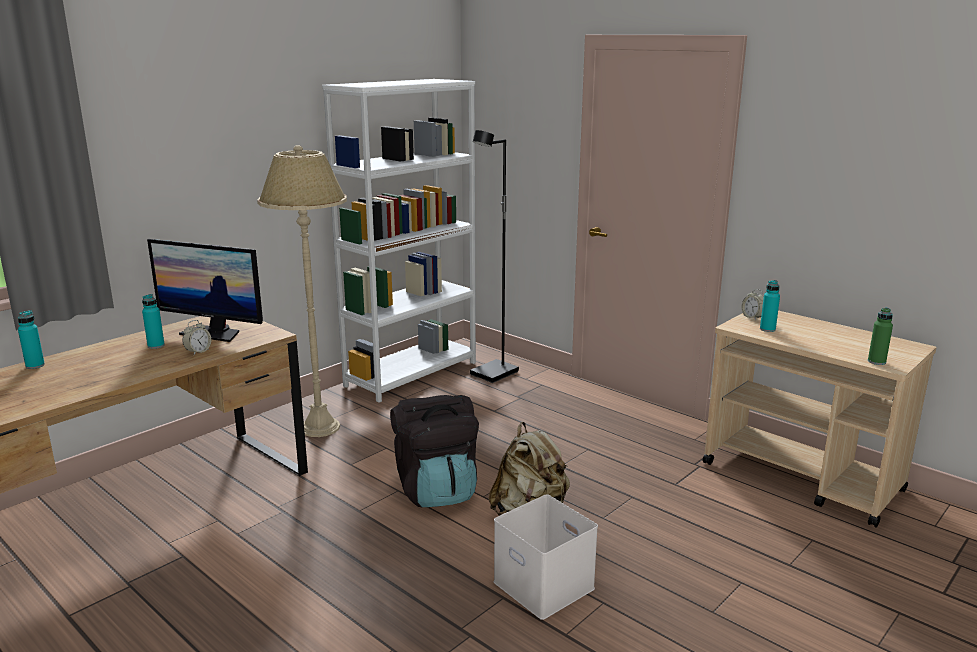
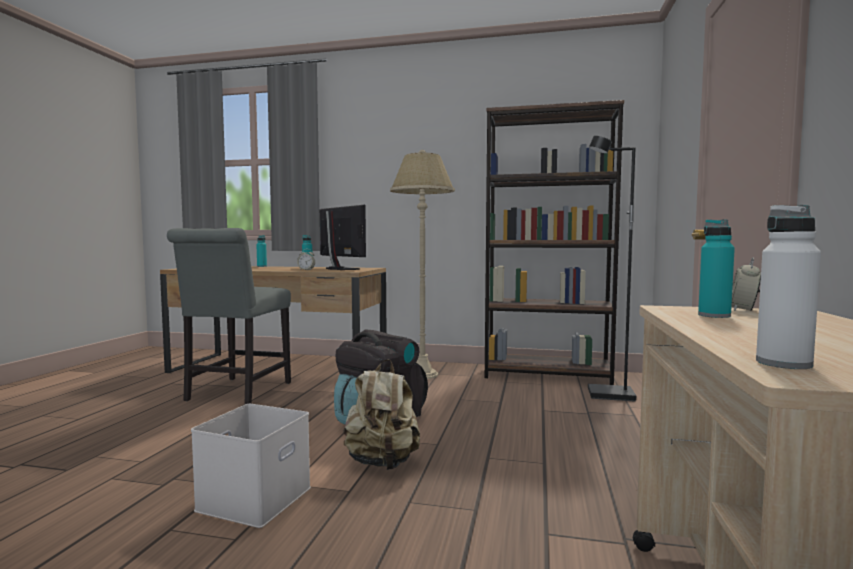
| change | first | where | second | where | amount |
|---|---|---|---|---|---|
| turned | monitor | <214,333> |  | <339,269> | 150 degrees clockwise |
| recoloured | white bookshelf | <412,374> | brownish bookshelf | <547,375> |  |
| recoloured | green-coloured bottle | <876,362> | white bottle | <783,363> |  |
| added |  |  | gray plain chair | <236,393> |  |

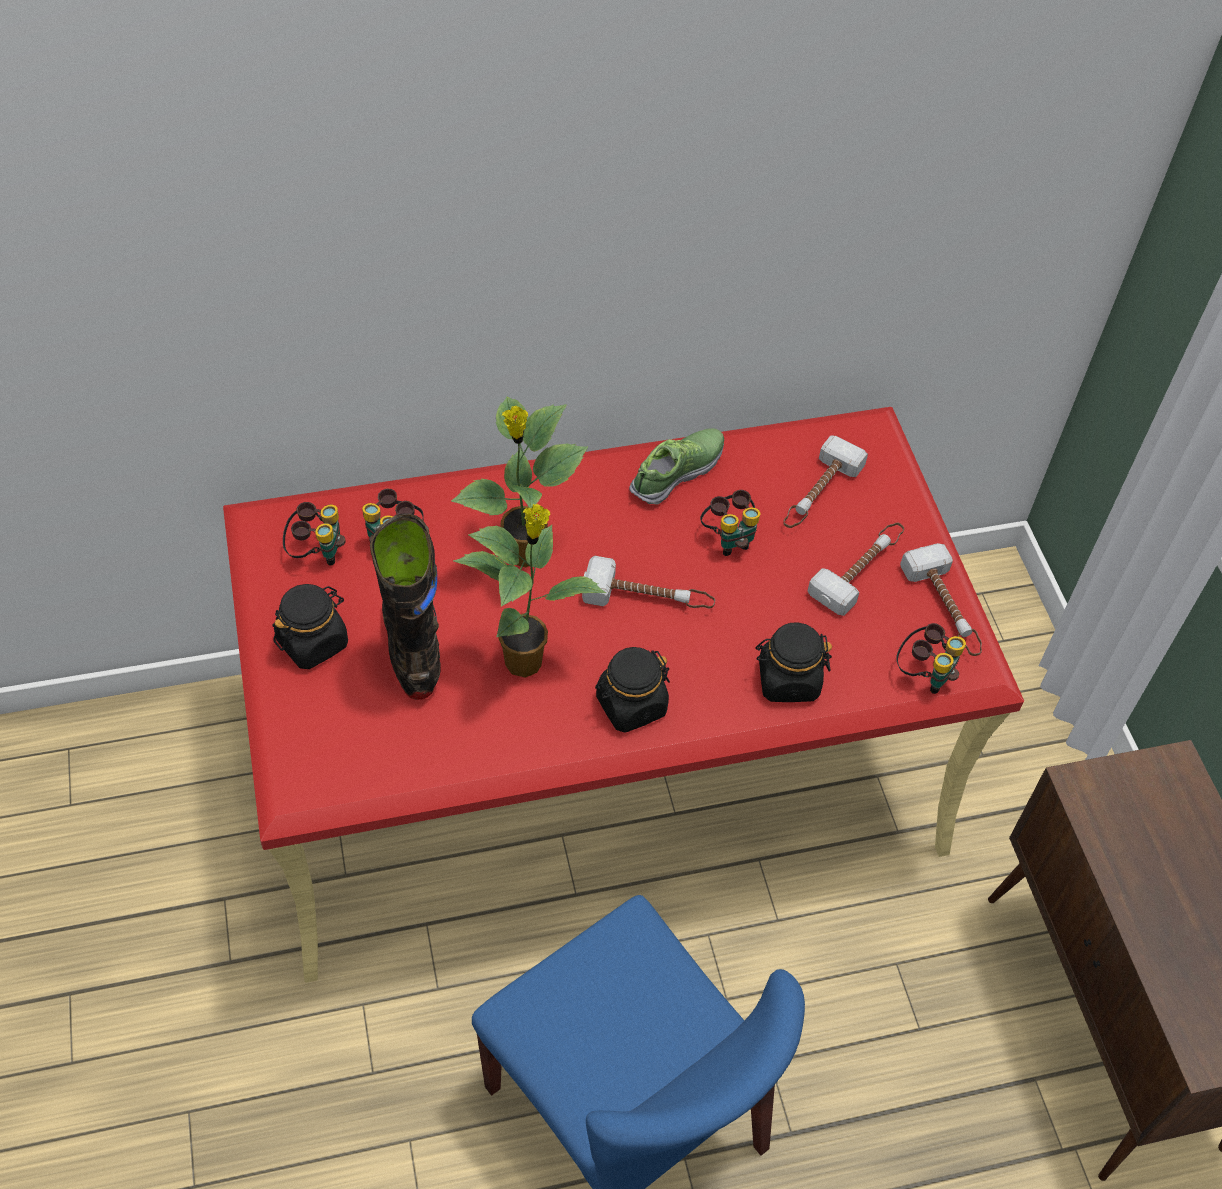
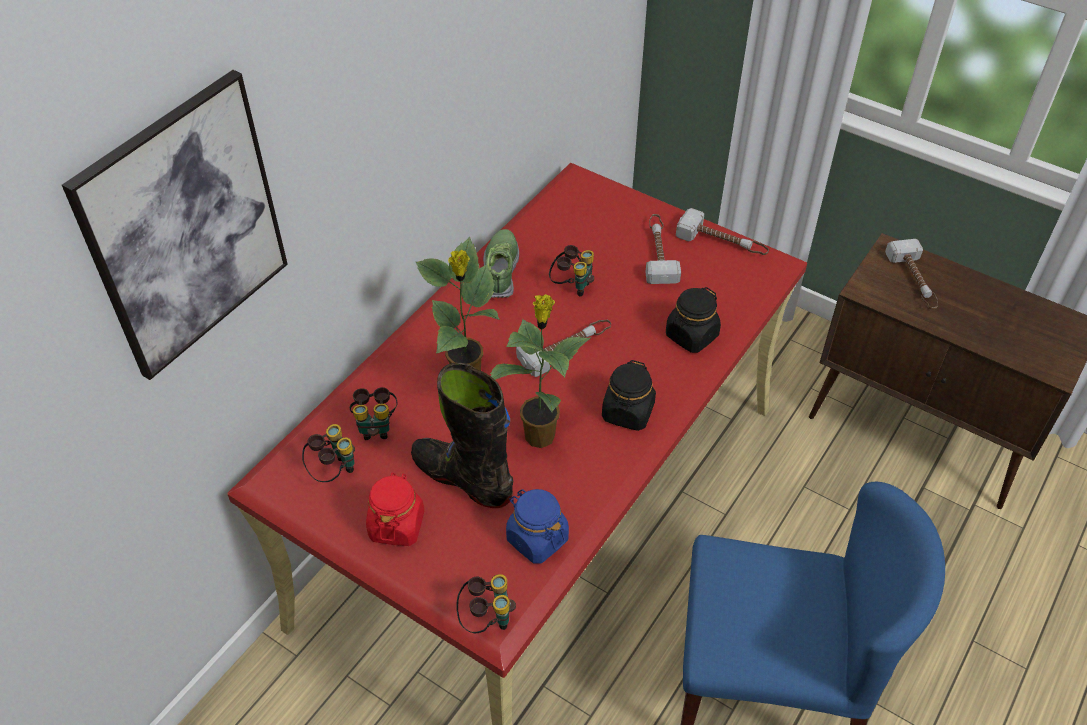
| change | first | where | second | where | amount |
|---|---|---|---|---|---|
| recoloured | black-coloured jar | <313,642> | red jar | <397,525> |  |
| moved | hand hammer | <817,493> |  | <915,281> |  |
| moved | field glasses | <924,674> |  | <487,619> |  |
| added |  |  | wall picture | <185,227> |  |
| added |  |  | blue jar | <537,539> |  |

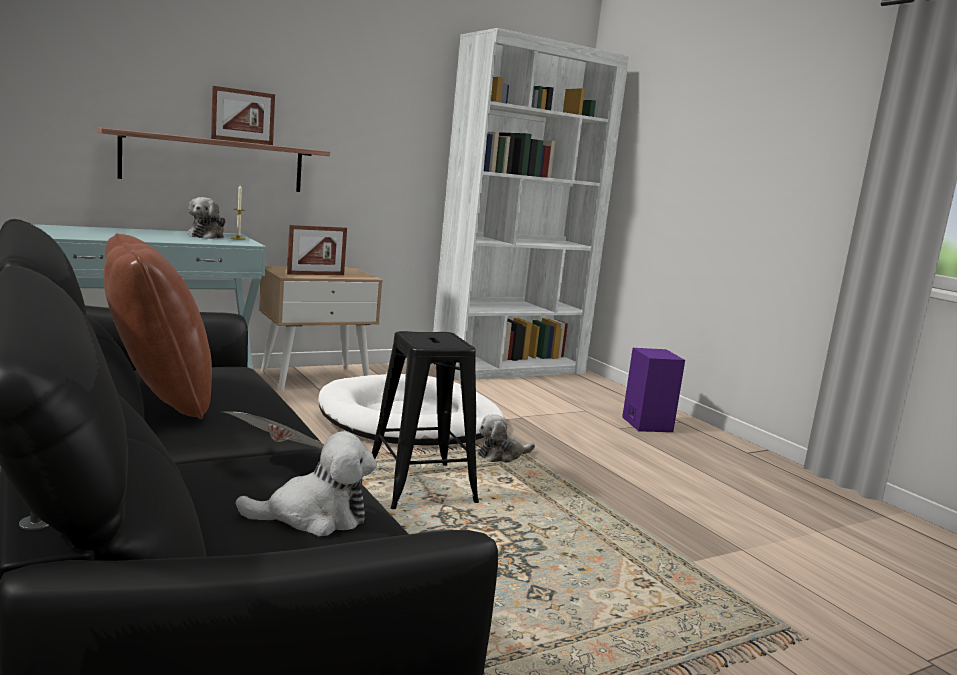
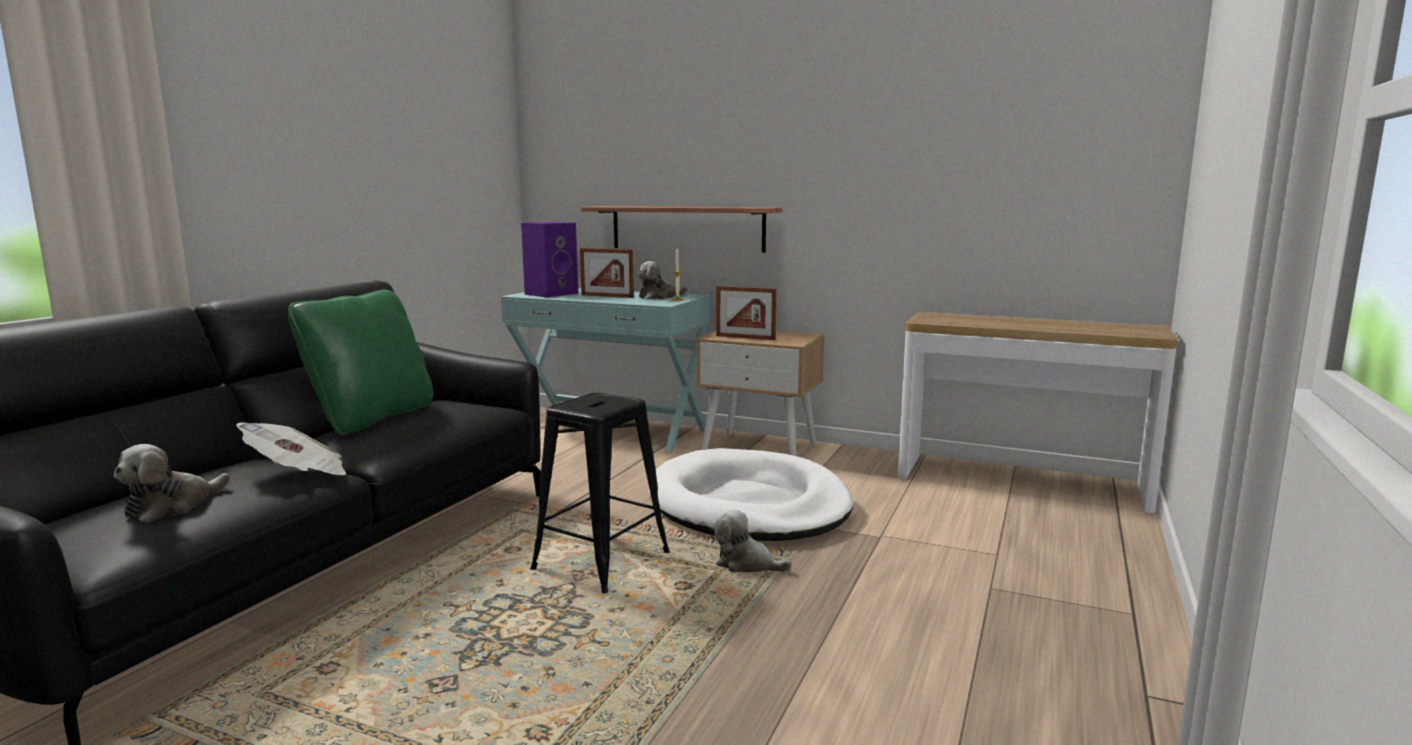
| change | first | where | second | where | amount |
|---|---|---|---|---|---|
| recoloured | brownish cushion | <156,398> | green-coloured cushion | <371,418> |  |
| moved | standing frame | <242,142> |  | <607,296> |  |
| turned | soft toy | <314,517> |  | <172,506> | 75 degrees clockwise |
| replaced | white bookshelf | <509,368> | hall table | <1020,482> |  |
| moved | purple speaker | <645,424> |  | <551,294> |  |

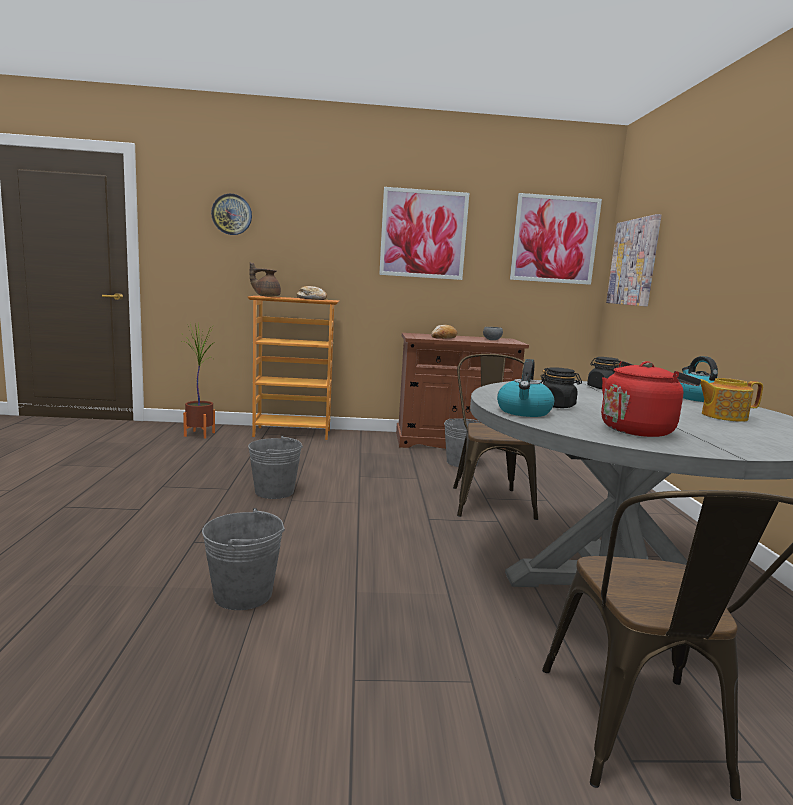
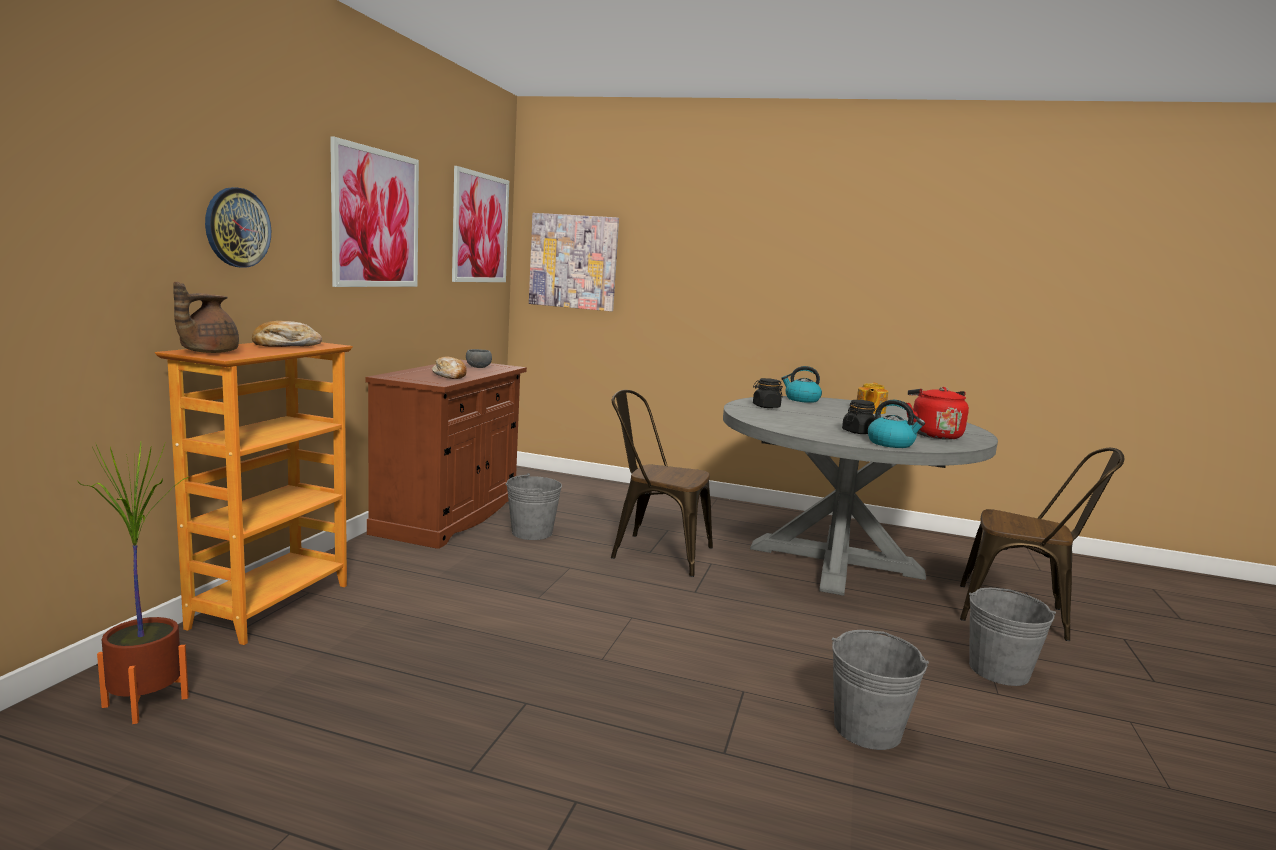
| change | first | where | second | where | amount |
|---|---|---|---|---|---|
| moved | wall clock | <232,214> |  | <237,227> |  |
| moved | gray bucket | <274,491> |  | <998,670> |  |

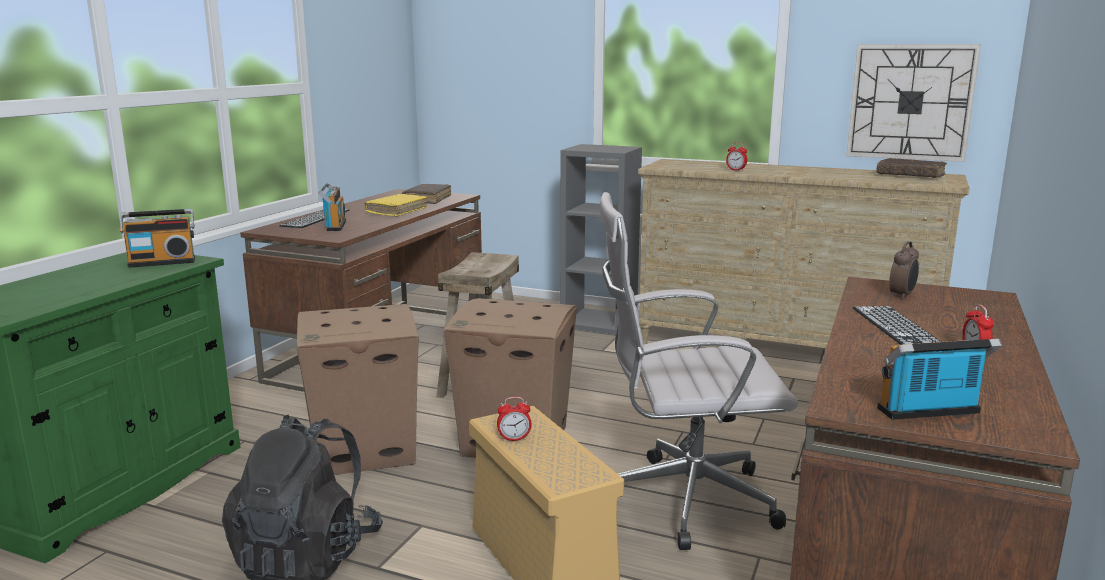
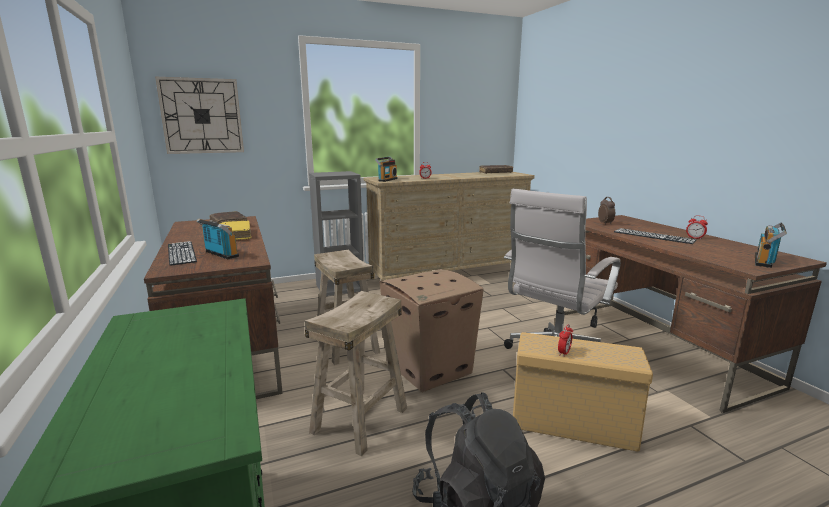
| change | first | where | second | where | amount |
|---|---|---|---|---|---|
| moved | radio receiver | <162,262> |  | <387,180> |  |
| replaced | cardboard box | <366,449> | beige-coloured stool | <360,419> |  |
| moved | wall clock | <910,102> |  | <202,116> |  |

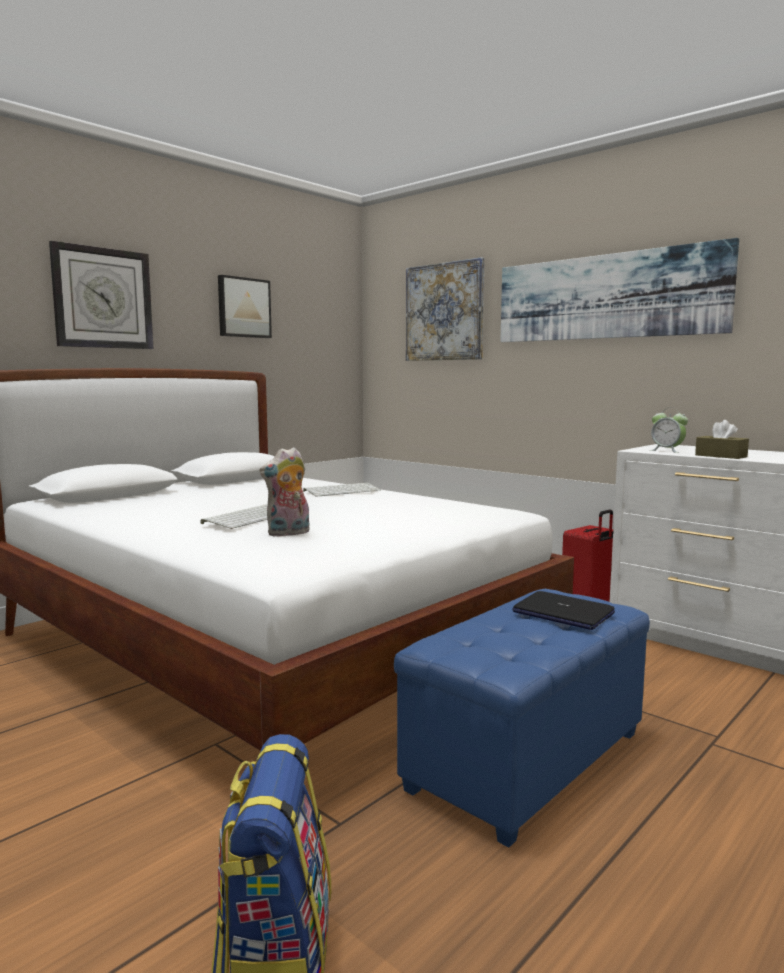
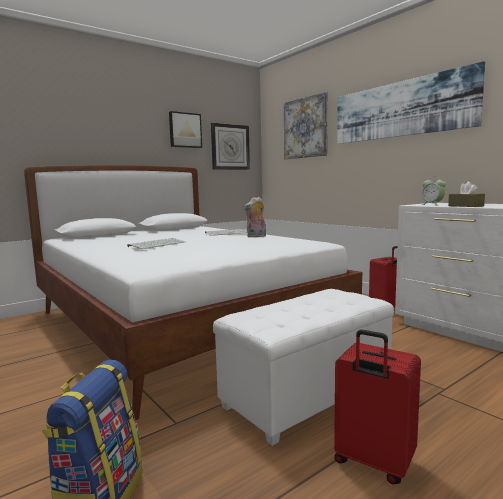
| change | first | where | second | where | amount |
|---|---|---|---|---|---|
| moved | wall clock | <103,298> |  | <230,147> |  |
| moved | soft toy | <288,533> |  | <256,236> |  |
| recoloured | blue footrest | <525,761> | white footrest | <306,396> |  |
| removed | notebook computer | <562,613> |  |  |  |
| added |  |  | red suitcase | <373,463> |  |

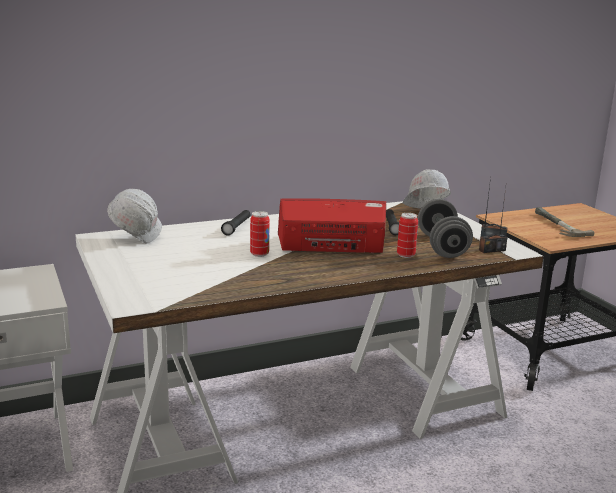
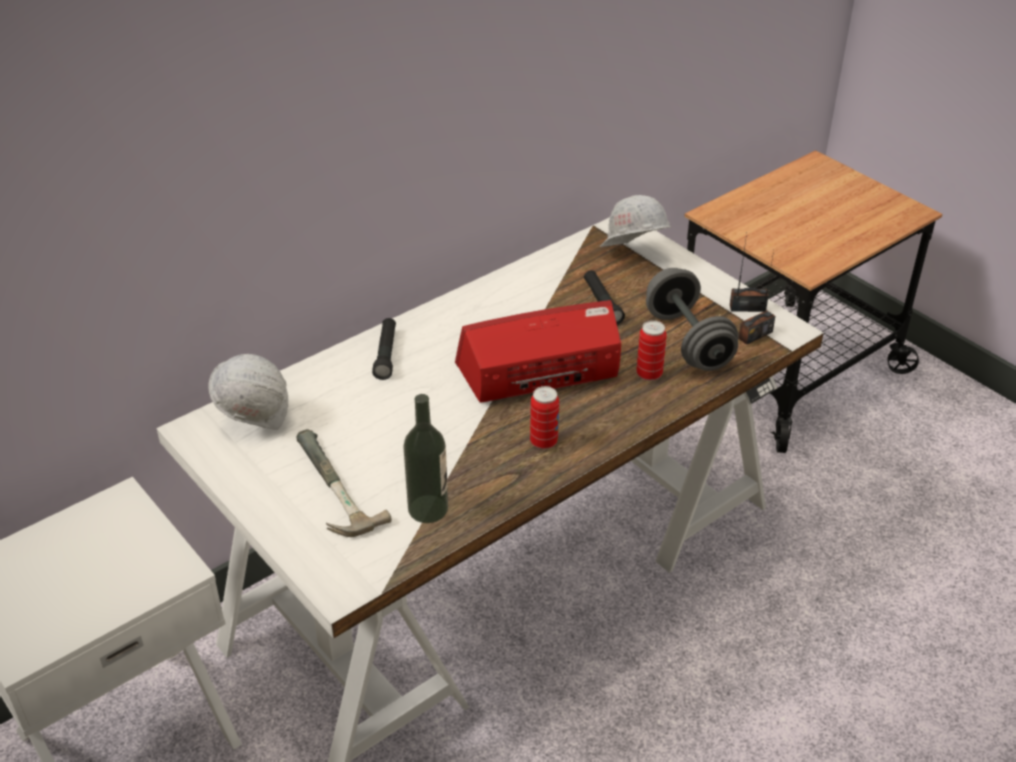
| change | first | where | second | where | amount |
|---|---|---|---|---|---|
| moved | sealed can | <259,254> |  | <543,442> |  |
| moved | hand hammer | <555,225> |  | <327,489> |  |
| added |  |  | bottle | <428,509> |  |

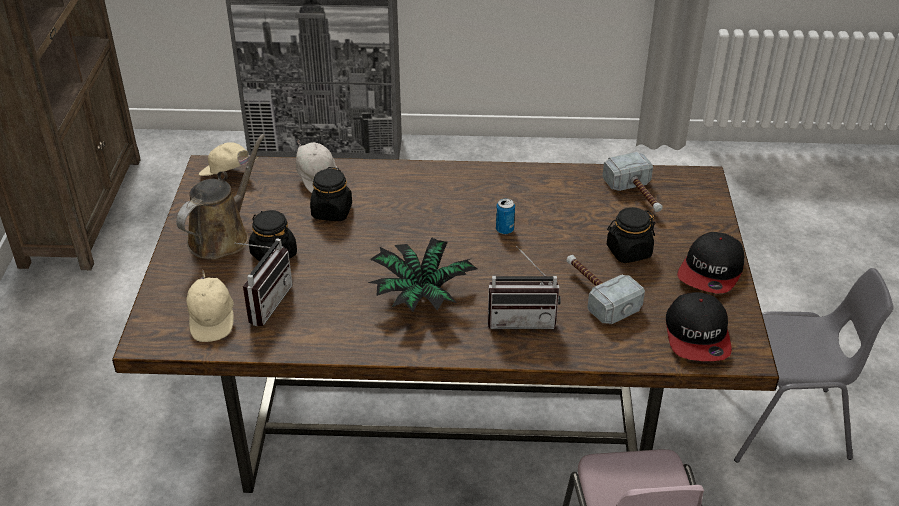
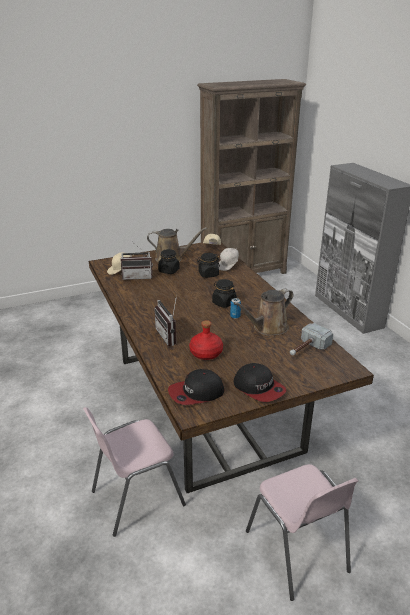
| change | first | where | second | where | amount |
|---|---|---|---|---|---|
| removed | plant in a pot | <421,295> |  |  |  |
| replaced | hand hammer | <596,293> | red bottle | <206,353> |  |
| moved | black-coloured jar | <628,251> |  | <224,303> |  |
| turned | baseball cap | <711,271> |  | <259,388> | 135 degrees counterclockwise |
| recoloured | gray plain chair | <784,424> | pink-coloured plain chair | <297,552> |  |
| added |  |  | brownish watering pot | <267,328> |  |

